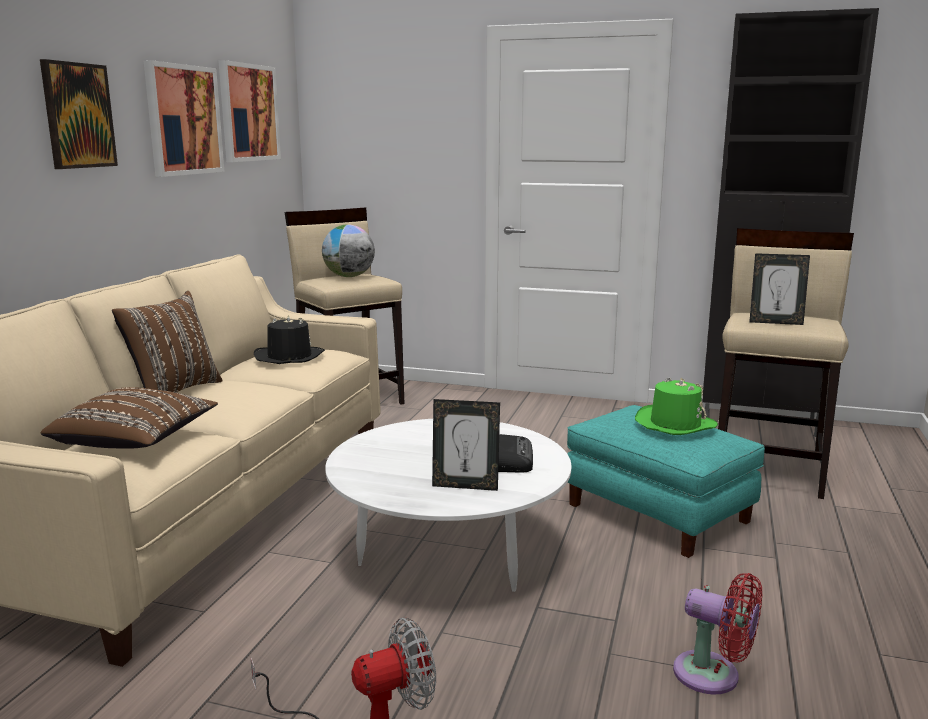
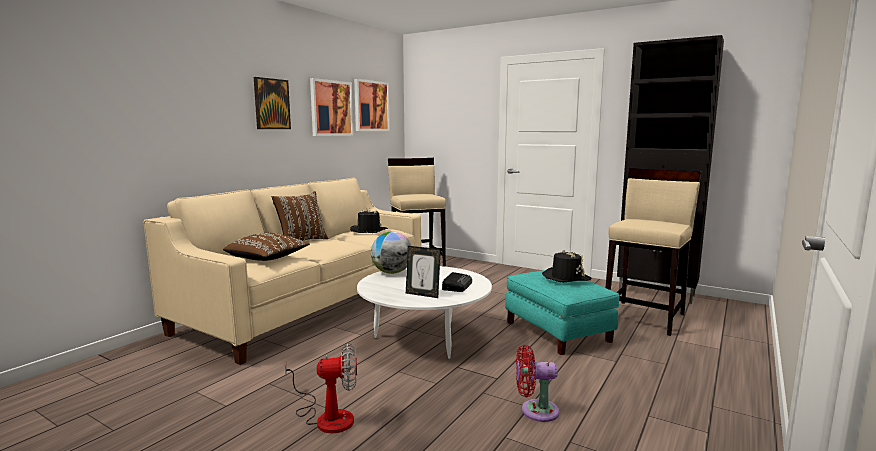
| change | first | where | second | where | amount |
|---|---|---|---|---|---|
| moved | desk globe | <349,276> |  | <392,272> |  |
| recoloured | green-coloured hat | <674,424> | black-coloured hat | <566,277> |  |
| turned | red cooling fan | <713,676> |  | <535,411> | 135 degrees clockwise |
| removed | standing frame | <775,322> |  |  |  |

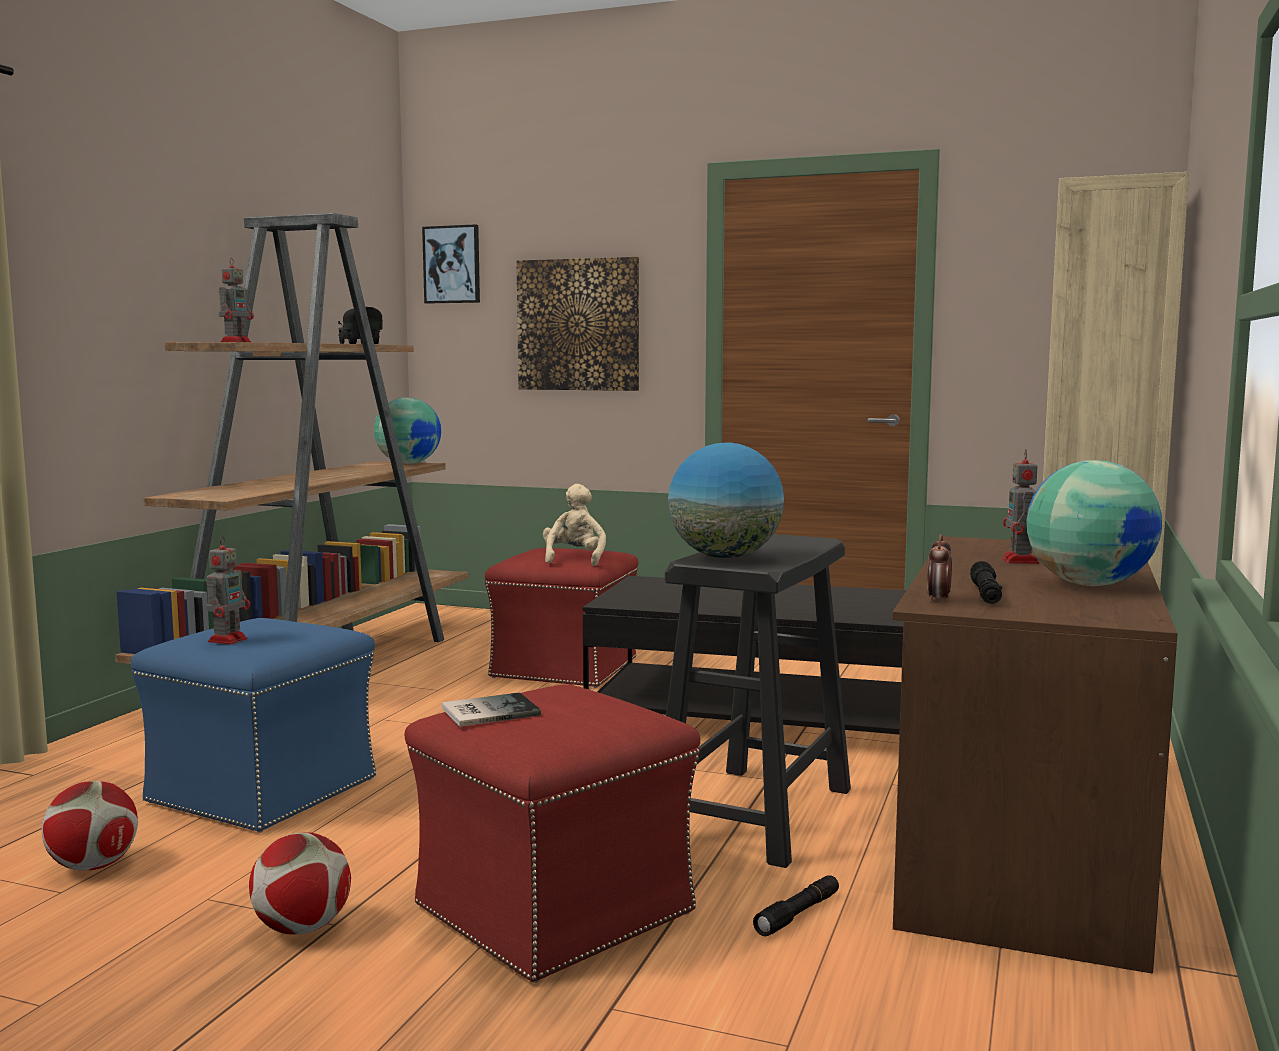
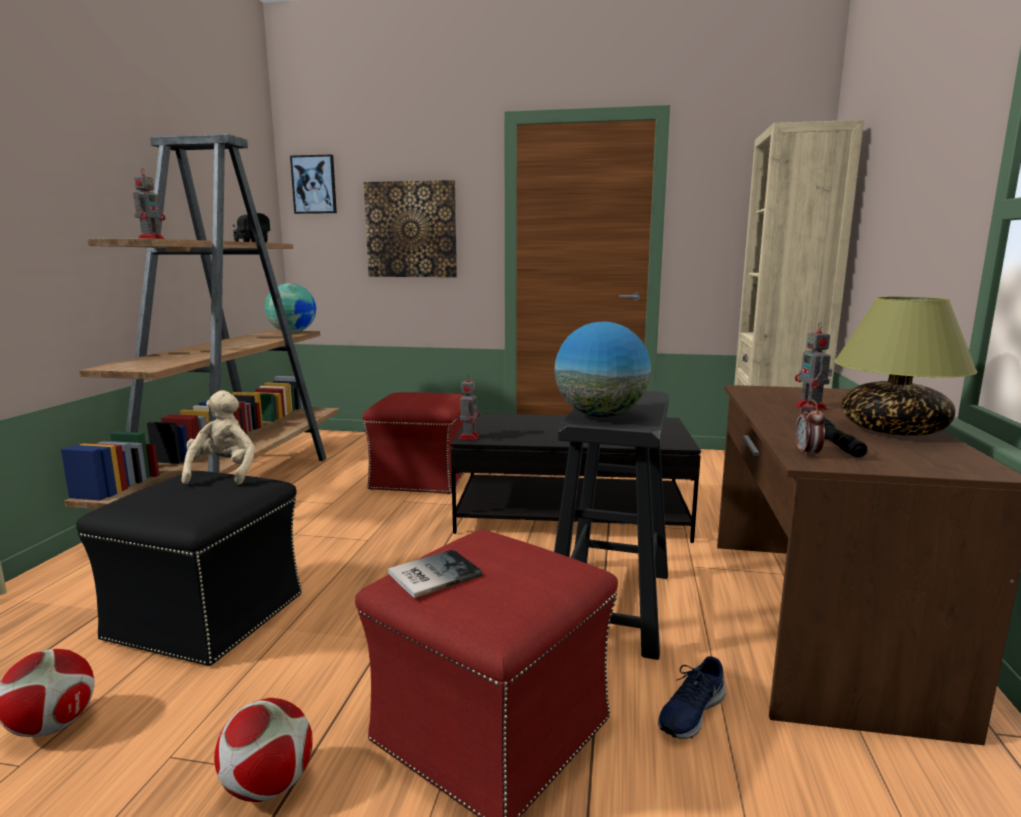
| change | first | where | second | where | amount |
|---|---|---|---|---|---|
| recoloured | blue footrest | <264,789> | black-coloured footrest | <208,615> |  |
| moved | robot figure | <229,640> |  | <469,437> |  |
| moved | beige-coloured soft toy | <574,559> |  | <223,473> |  |
| replaced | black-coloured flashlight | <798,914> | blue item of footwear | <690,712> |  |
| replaced | desk globe | <1088,584> | lamp for a table | <892,430> |  |

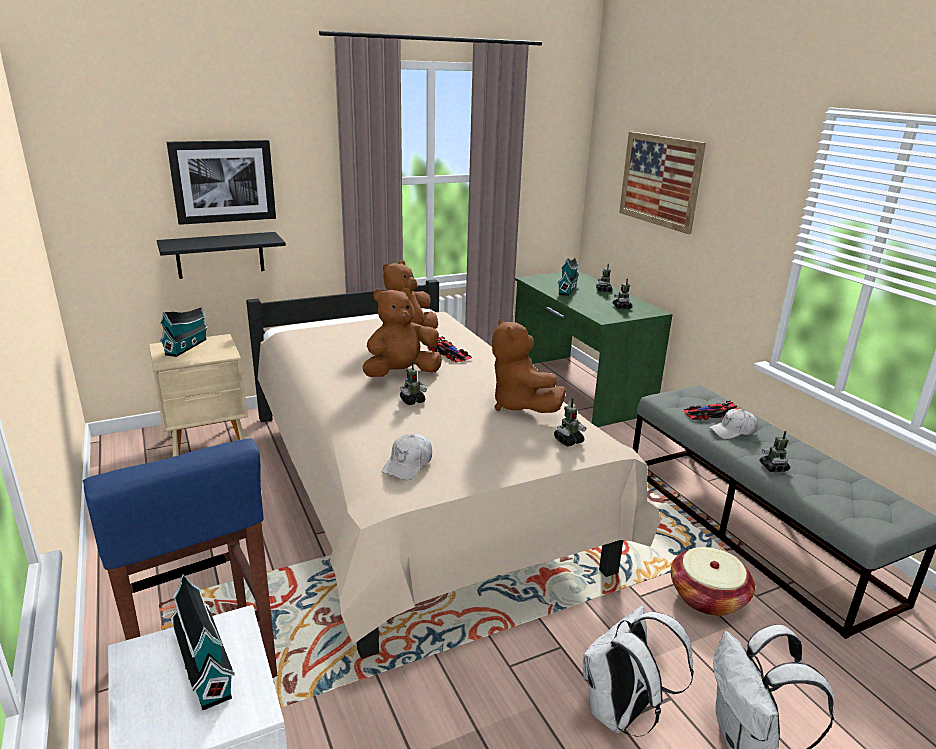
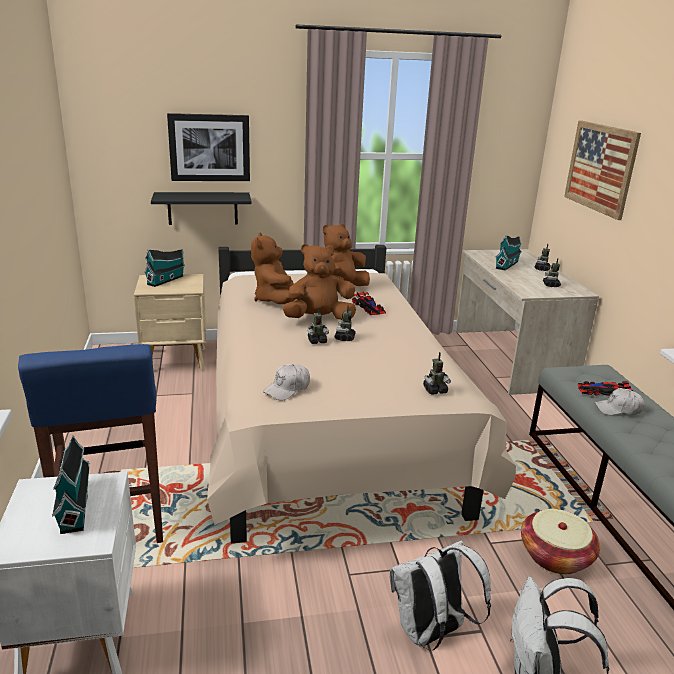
| change | first | where | second | where | amount |
|---|---|---|---|---|---|
| moved | brownish soft toy | <520,405> |  | <275,300> |  |
| recoloured | green-coloured desk table | <578,388> | beige-coloured desk table | <509,358> |  |
| moved | robot figure | <773,468> |  | <344,338> |  |

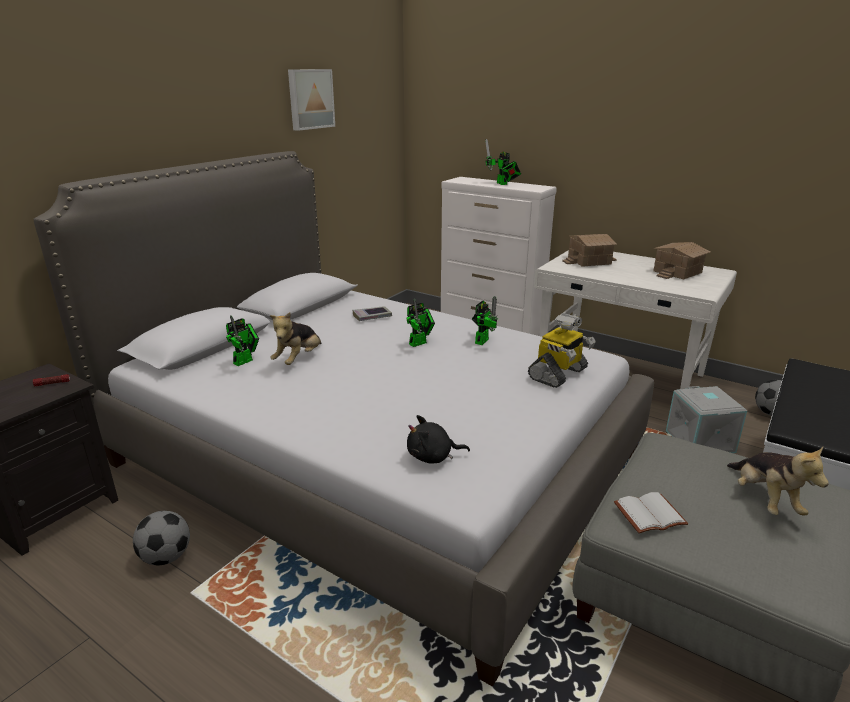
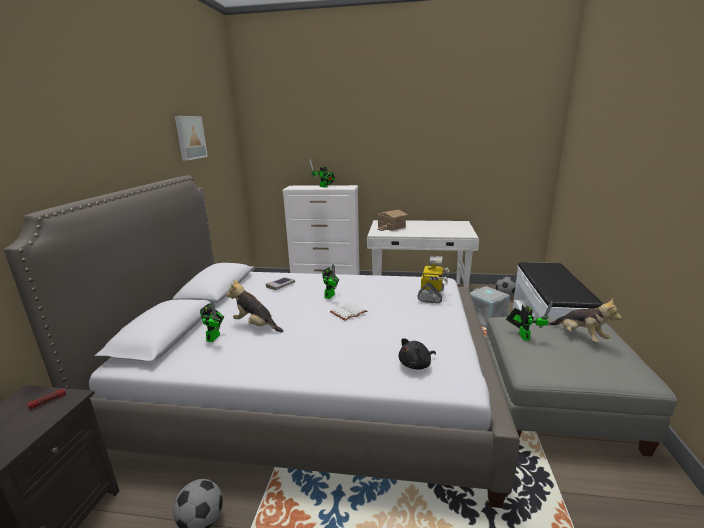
| change | first | where | second | where | amount |
|---|---|---|---|---|---|
| turned | soft toy | <298,359> |  | <256,326> | 120 degrees clockwise |
| moved | robot figure | <483,340> |  | <523,335> |  |
| moved | white bound book | <649,513> |  | <348,312> |  |
| removed | toy house | <676,272> |  |  |  |

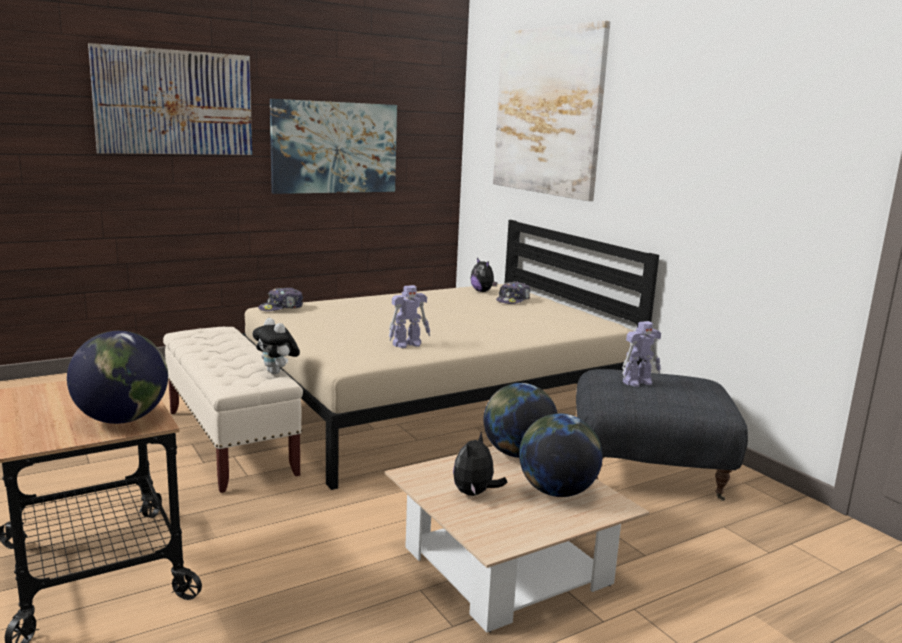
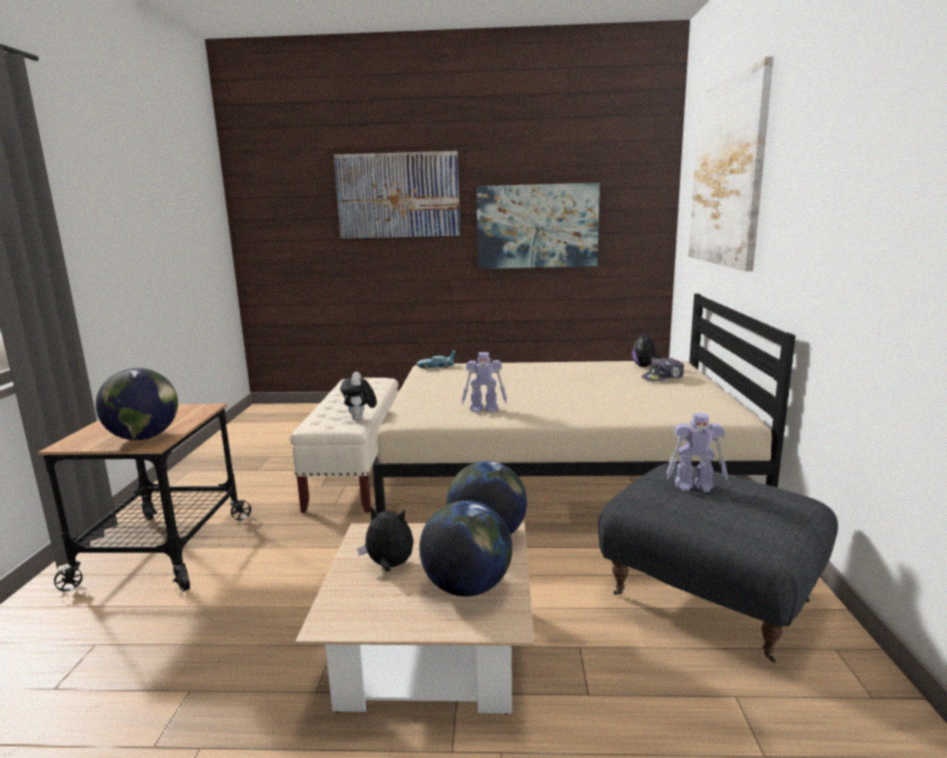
| change | first | where | second | where | amount |
|---|---|---|---|---|---|
| replaced | baseball cap | <281,308> | miniature car | <436,366> |  |
| turned | soft toy | <475,493> |  | <389,566> | 45 degrees clockwise |

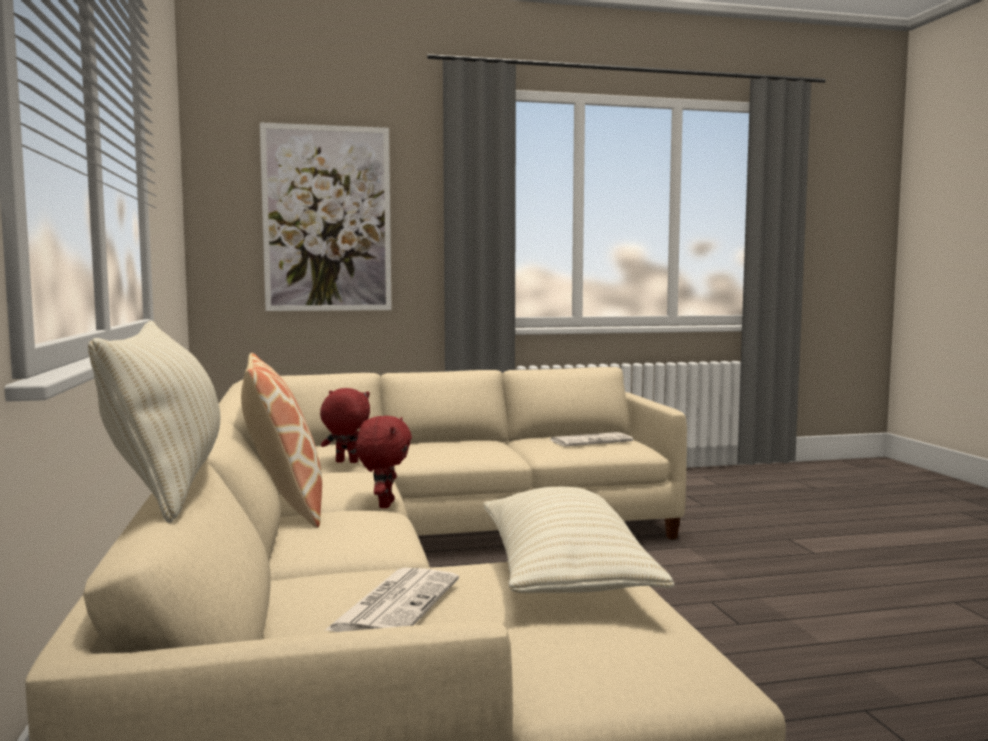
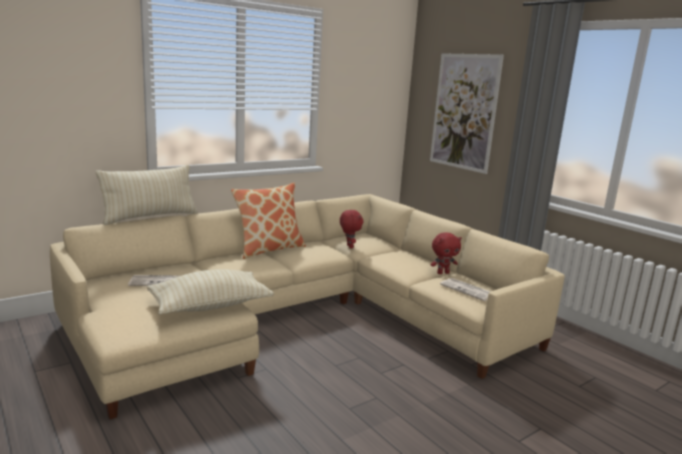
| change | first | where | second | where | amount |
|---|---|---|---|---|---|
| moved | red soft toy | <384,505> |  | <443,273> |  |

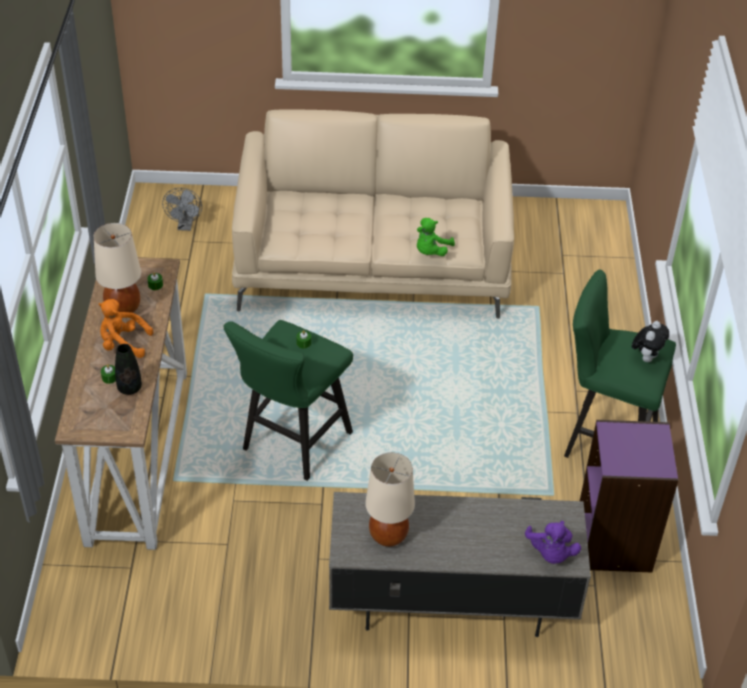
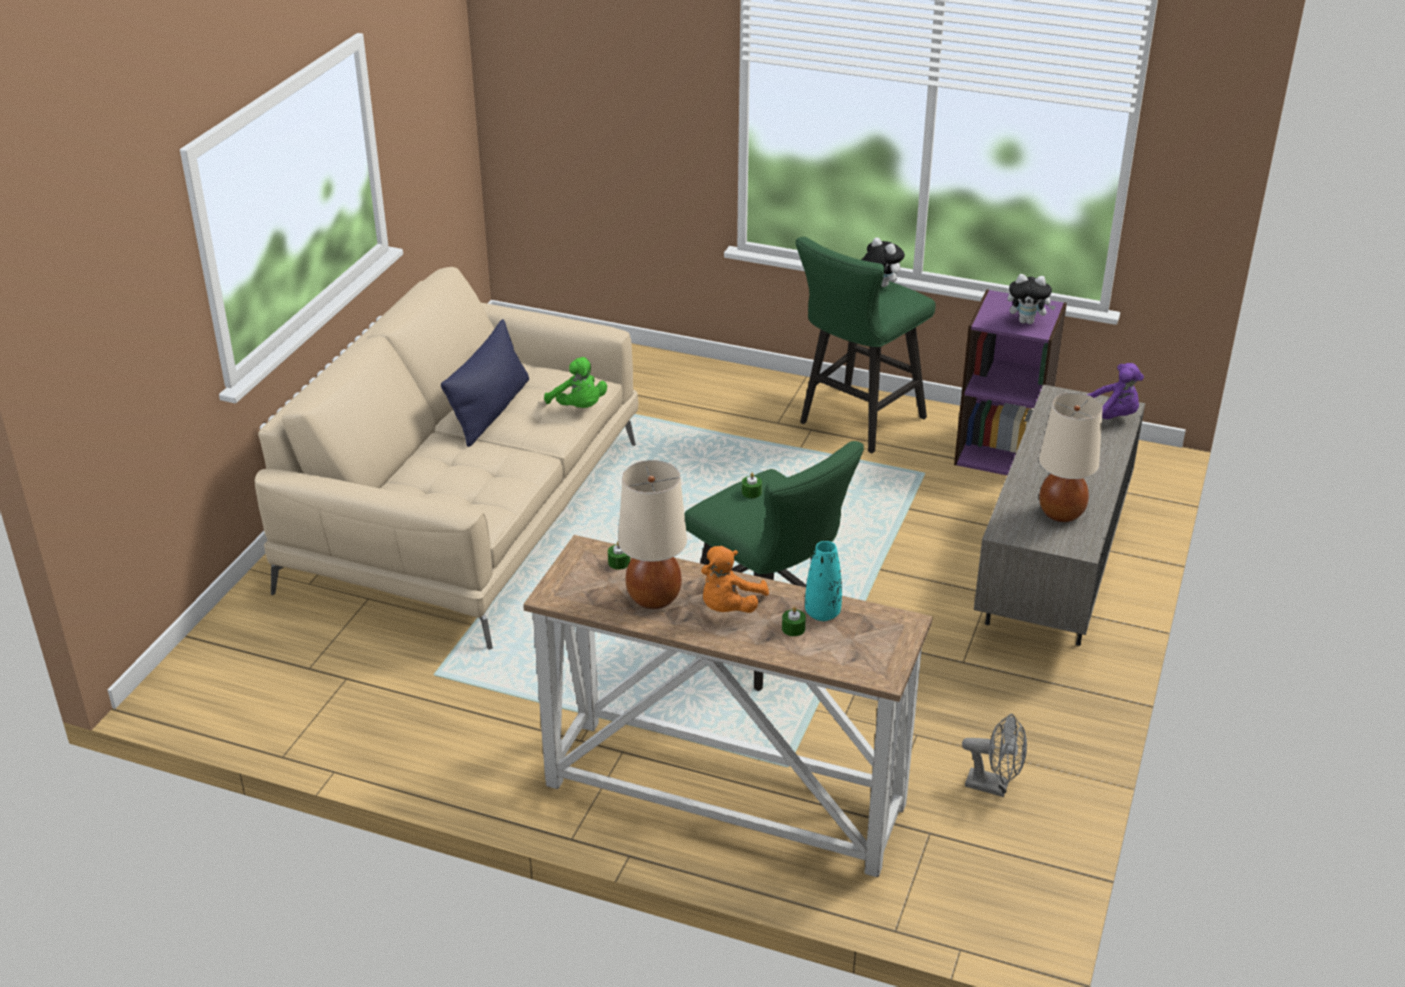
| change | first | where | second | where | amount |
|---|---|---|---|---|---|
| recoloured | black-coloured decorative vase | <129,388> | turquoise-coloured decorative vase | <822,613> |  |
| moved | gray cooling fan | <185,226> |  | <994,786> |  |
| added |  |  | blue cushion | <491,411> |  |
| added |  |  | soft toy | <1027,321> |  |

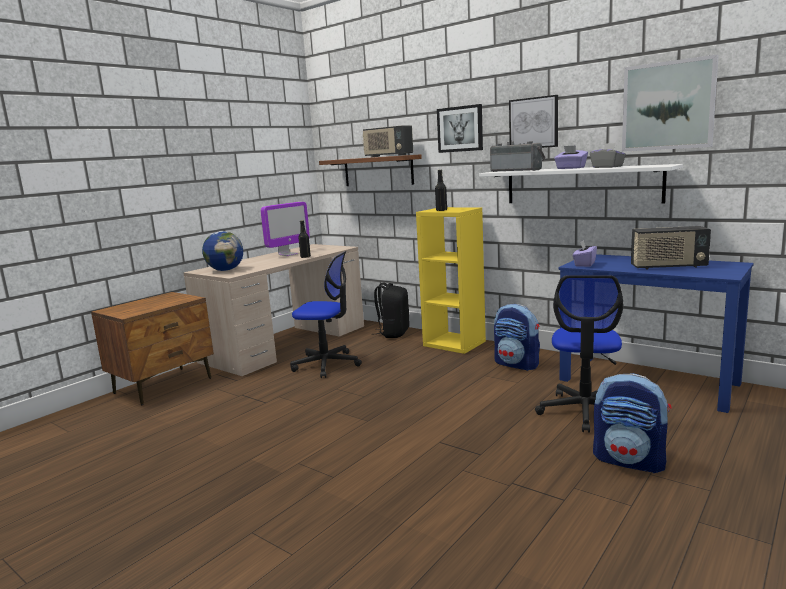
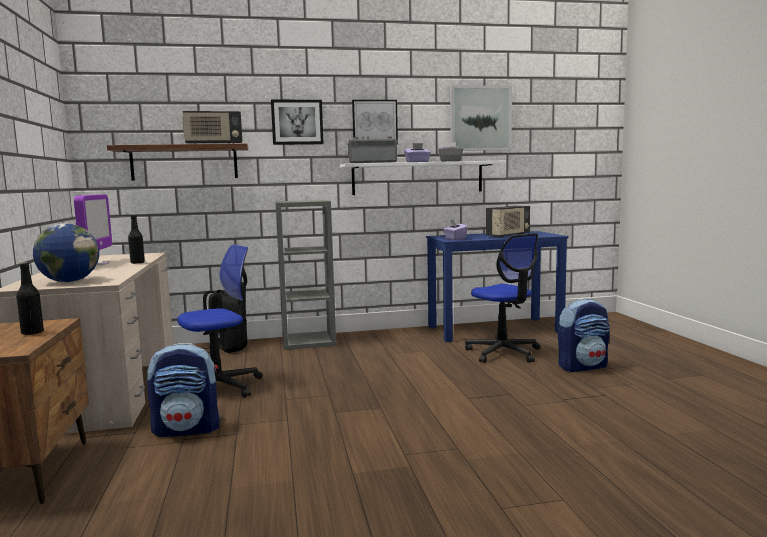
| change | first | where | second | where | amount |
|---|---|---|---|---|---|
| recoloured | yellowish bookshelf | <455,343> | gray bookshelf | <309,341> |  |
| moved | black-coloured bottle | <441,210> |  | <32,333> |  |
| moved | backpack | <517,364> |  | <188,429> |  |

